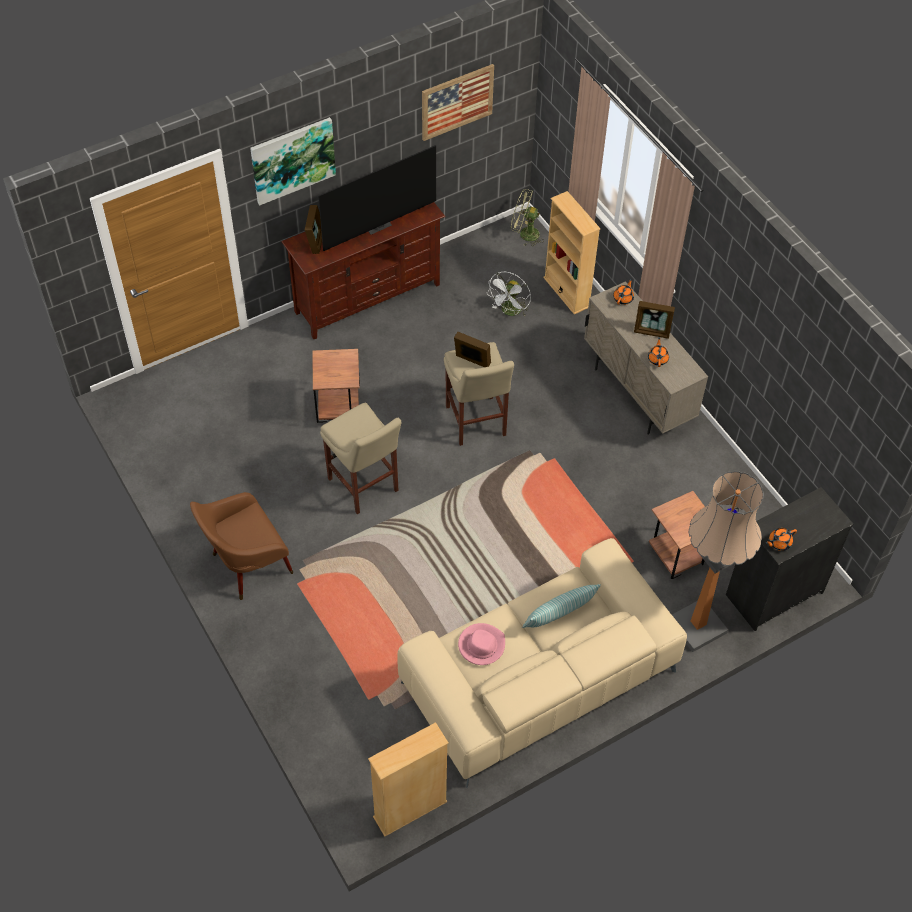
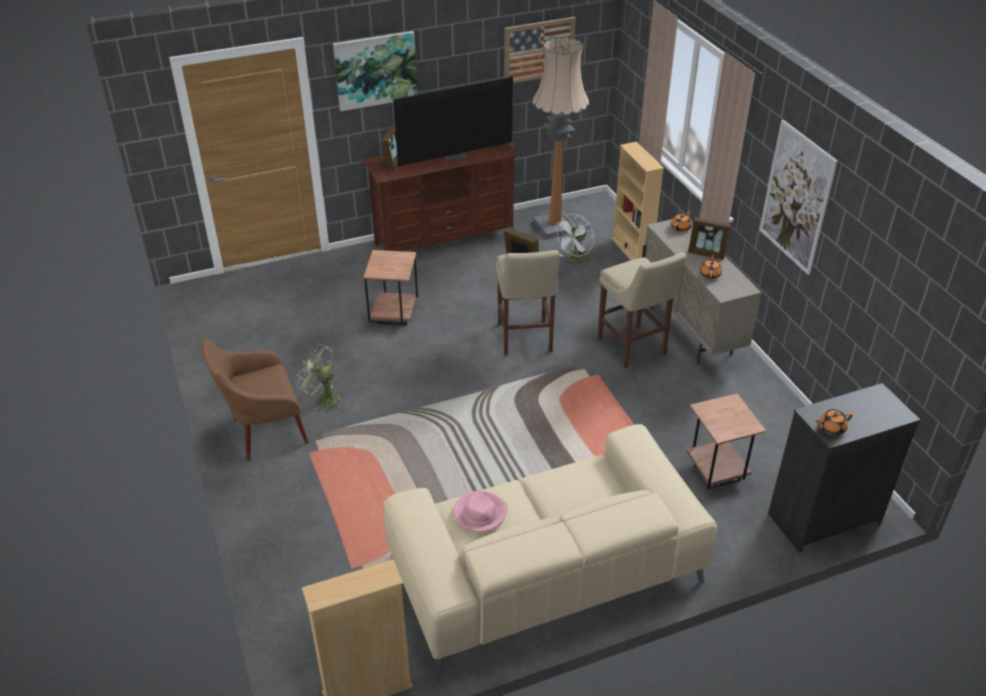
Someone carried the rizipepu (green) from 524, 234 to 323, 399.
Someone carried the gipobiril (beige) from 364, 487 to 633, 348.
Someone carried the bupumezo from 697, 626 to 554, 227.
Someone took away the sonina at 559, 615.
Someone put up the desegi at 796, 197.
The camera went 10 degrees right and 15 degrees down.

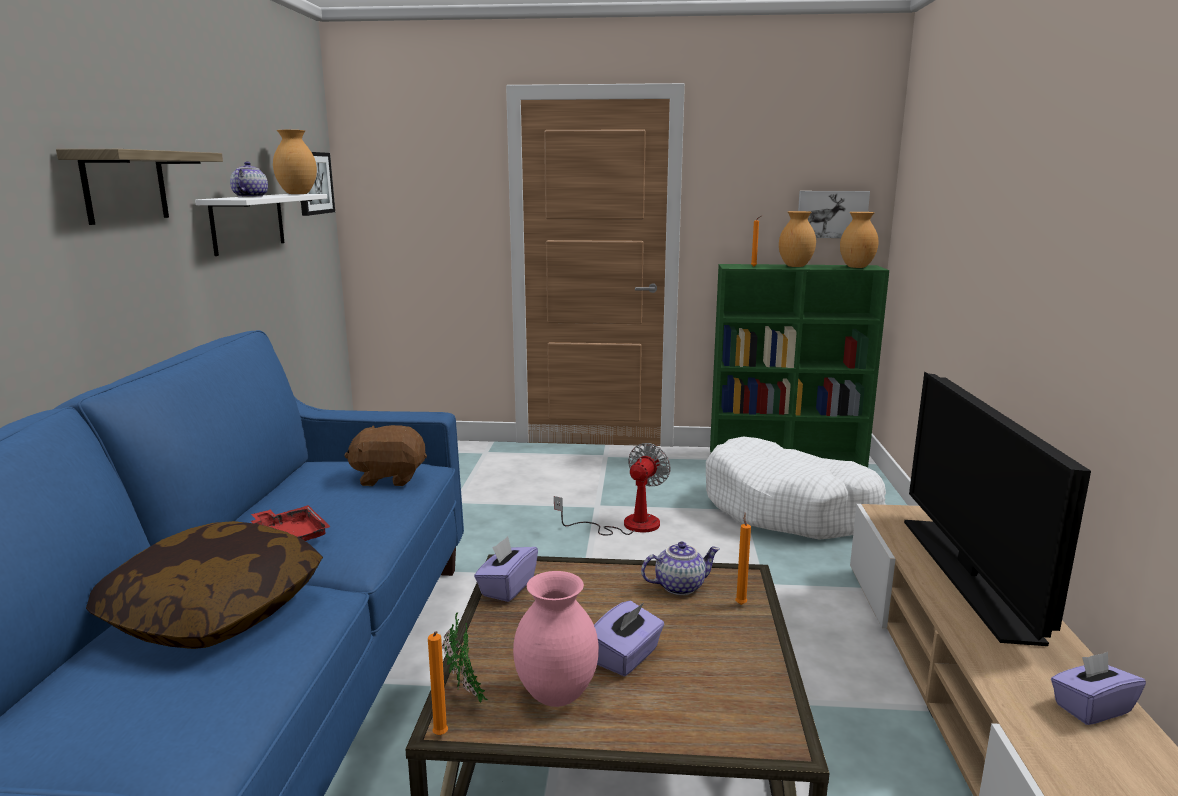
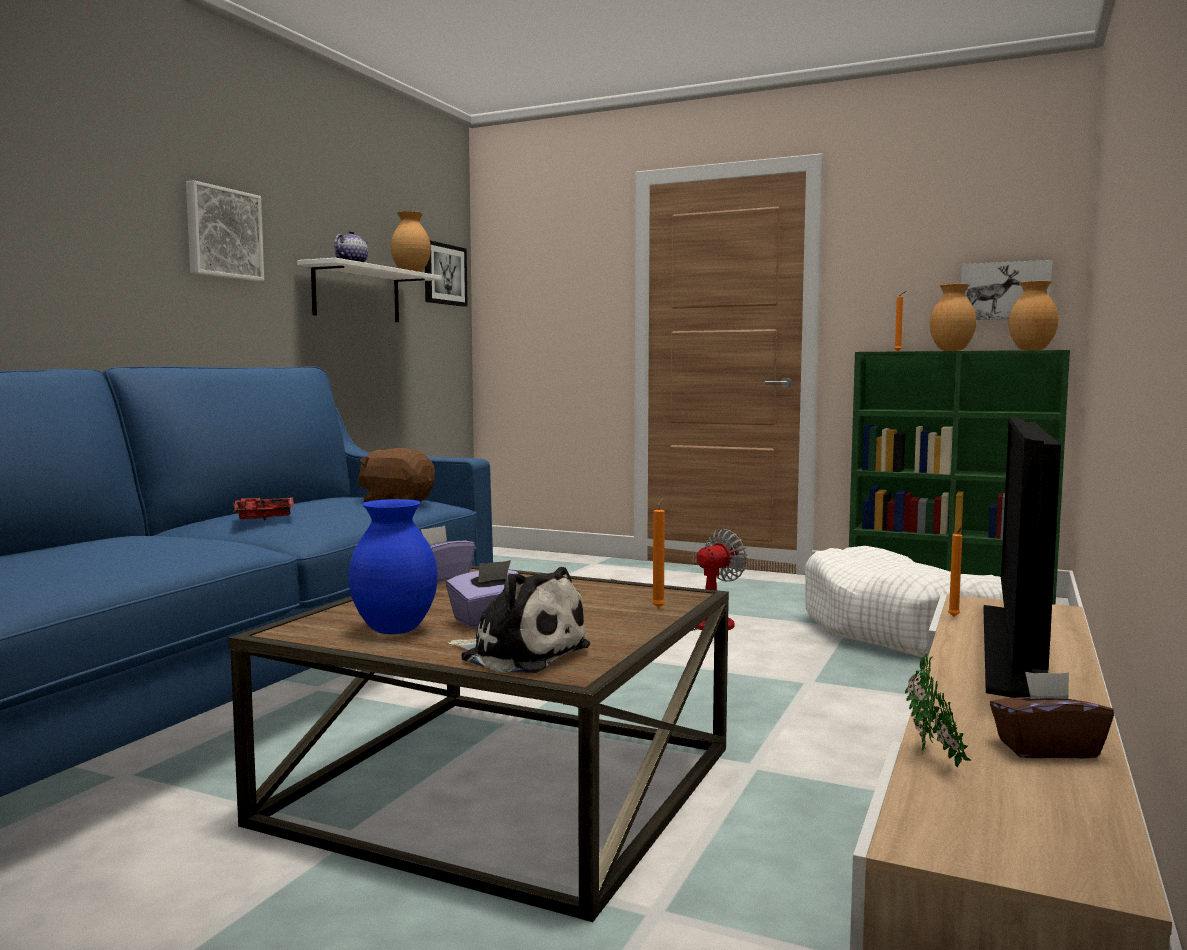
Someone swapped the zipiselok at 125, 186 for the desegi at 222, 233.
Someone took away the sonina at 215, 612.
Someone took away the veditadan at 679, 586.
Someone repainted the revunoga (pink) at 556, 696, which became the revunoga (blue) at 393, 630.
Someone carried the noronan from 466, 694 to 934, 759.
Someone carried the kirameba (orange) from 440, 737 to 954, 617.
Someone repainted the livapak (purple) at 1091, 708, which became the livapak (brown) at 1047, 749.
Someone put down the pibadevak at 520, 654.
The camera went 20 degrees right and 10 degrees down.

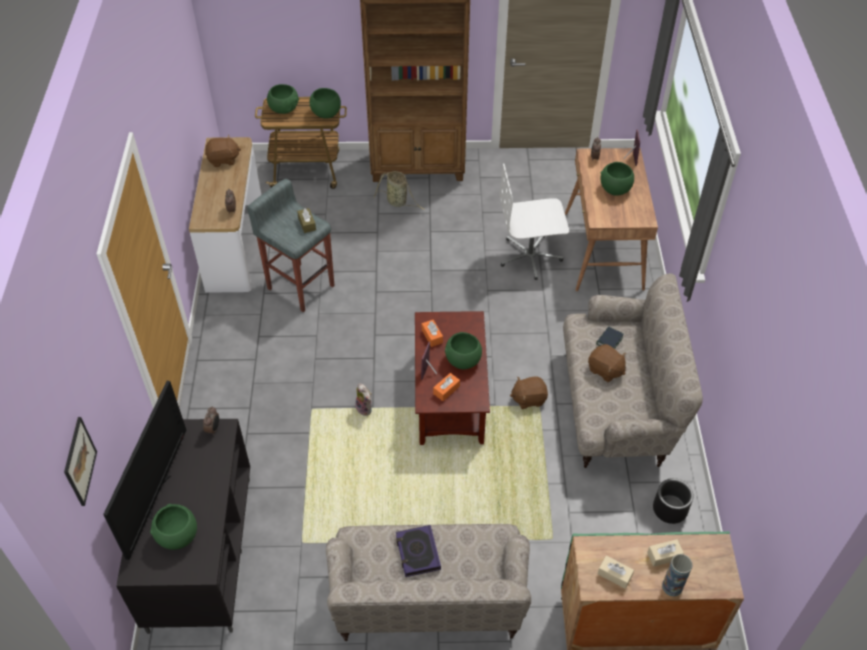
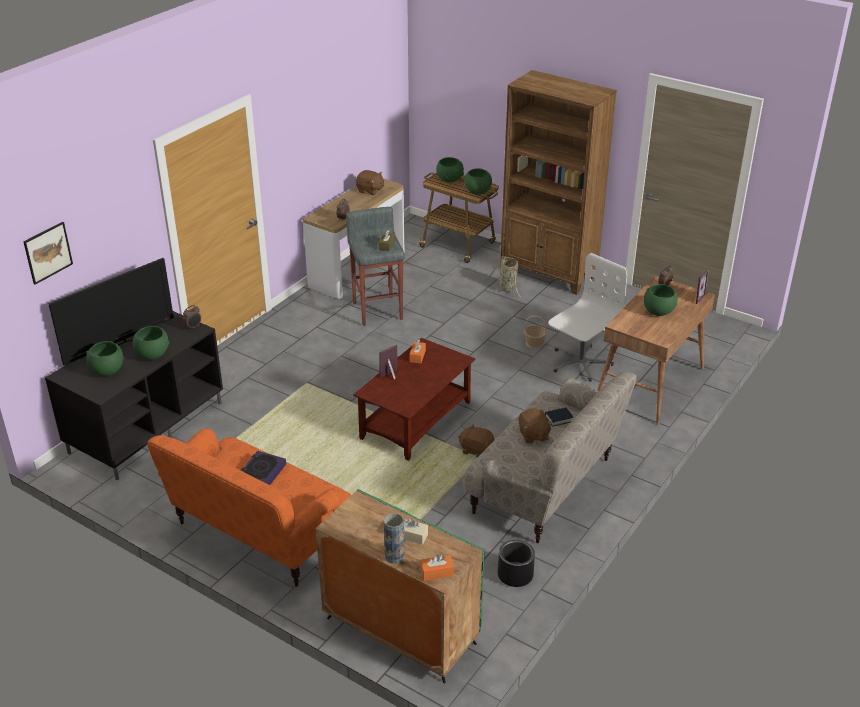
Someone rotated the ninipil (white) at 530, 256 by 105 degrees clockwise.
Someone carried the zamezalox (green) from 462, 360 to 152, 354.
Someone carried the livapak (orange) from 446, 390 to 436, 572.
Someone took away the pibadevak at 365, 408.
Someone repainted the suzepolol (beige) at 428, 604, which became the suzepolol (orange) at 260, 534.
Someone took away the livapak (beige) at 614, 575.
Someone put down the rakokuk at 534, 343.
The camera went 35 degrees right and 15 degrees down.

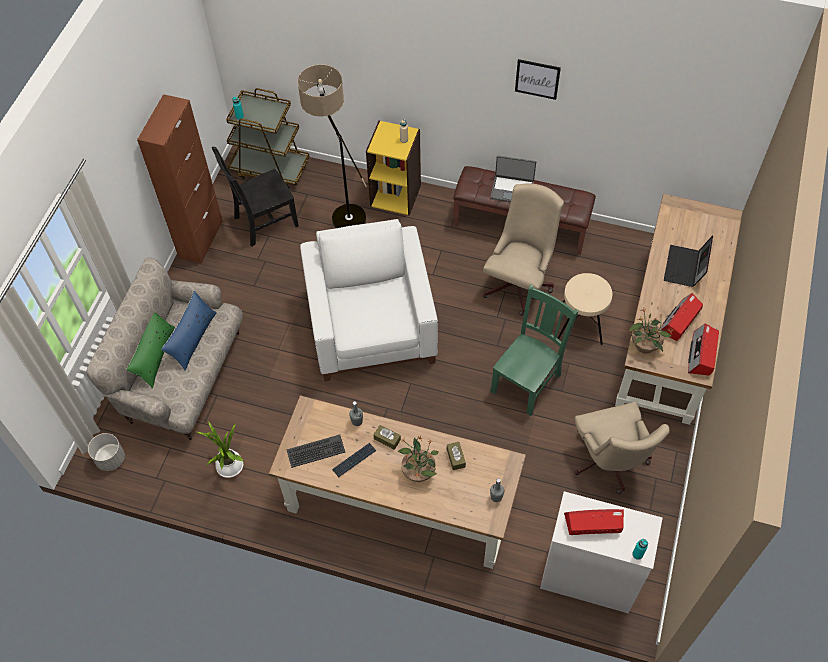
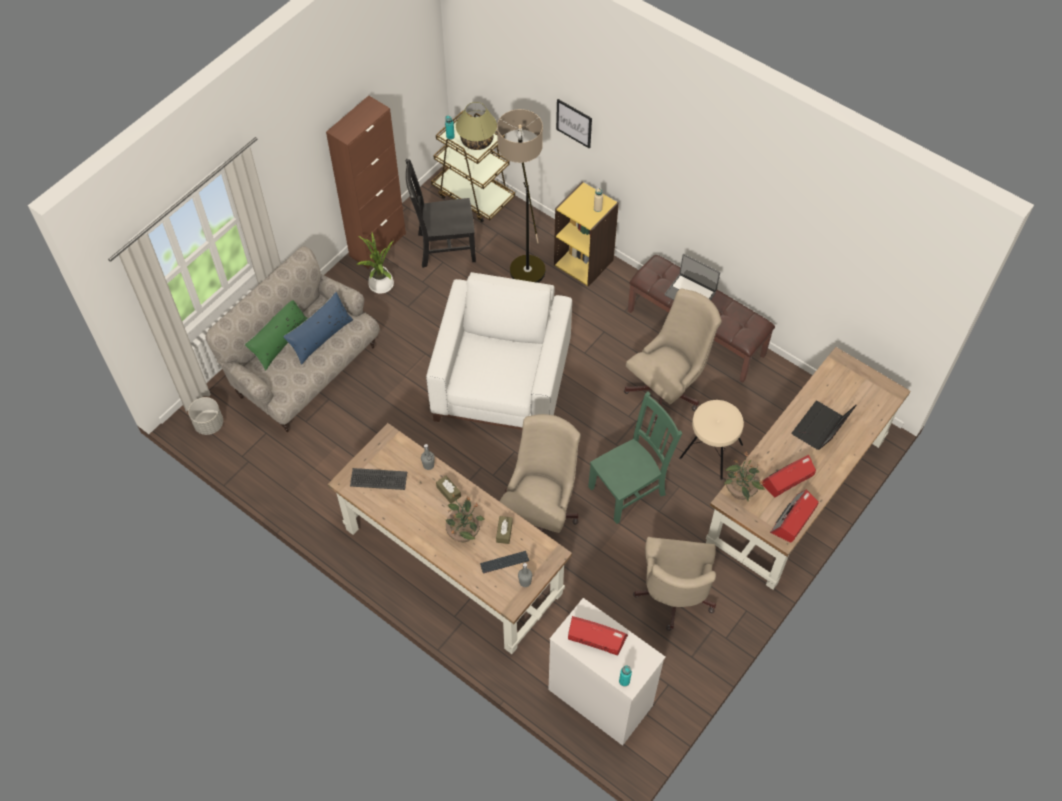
Someone carried the desegi from 537, 79 to 574, 123.
Someone carried the noronan from 230, 468 to 380, 286.
Someone carried the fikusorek from 354, 460 to 504, 562.
Someone put down the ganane at 477, 141.
Someone put down the ninipil (beige) at 540, 513.
The camera went 20 degrees right and 0 degrees up.

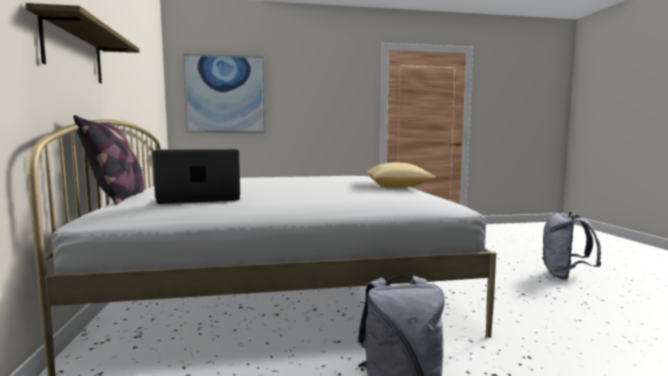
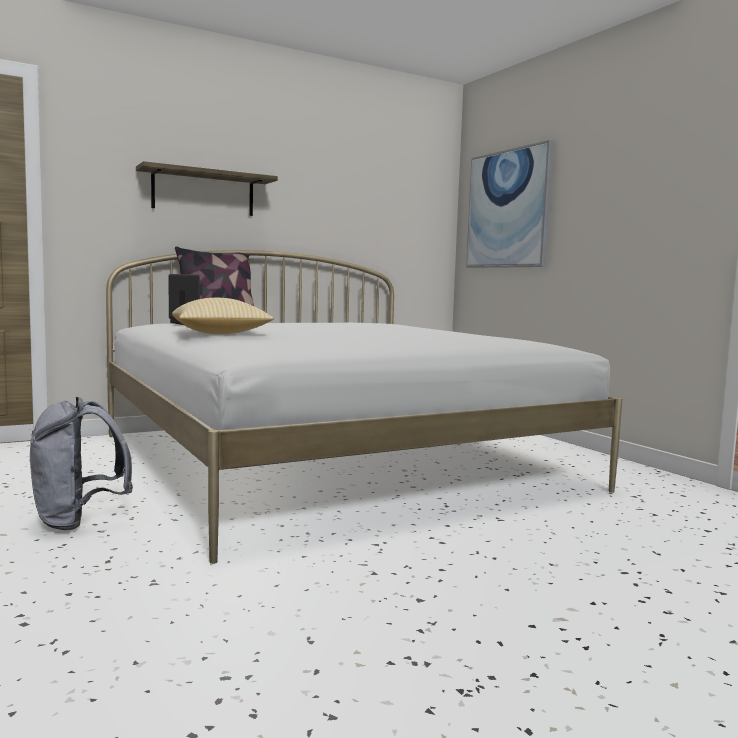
Someone carried the sonina from 398, 187 to 220, 334.
Someone took away the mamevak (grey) at 565, 276.
The camera went 70 degrees right and 0 degrees up.

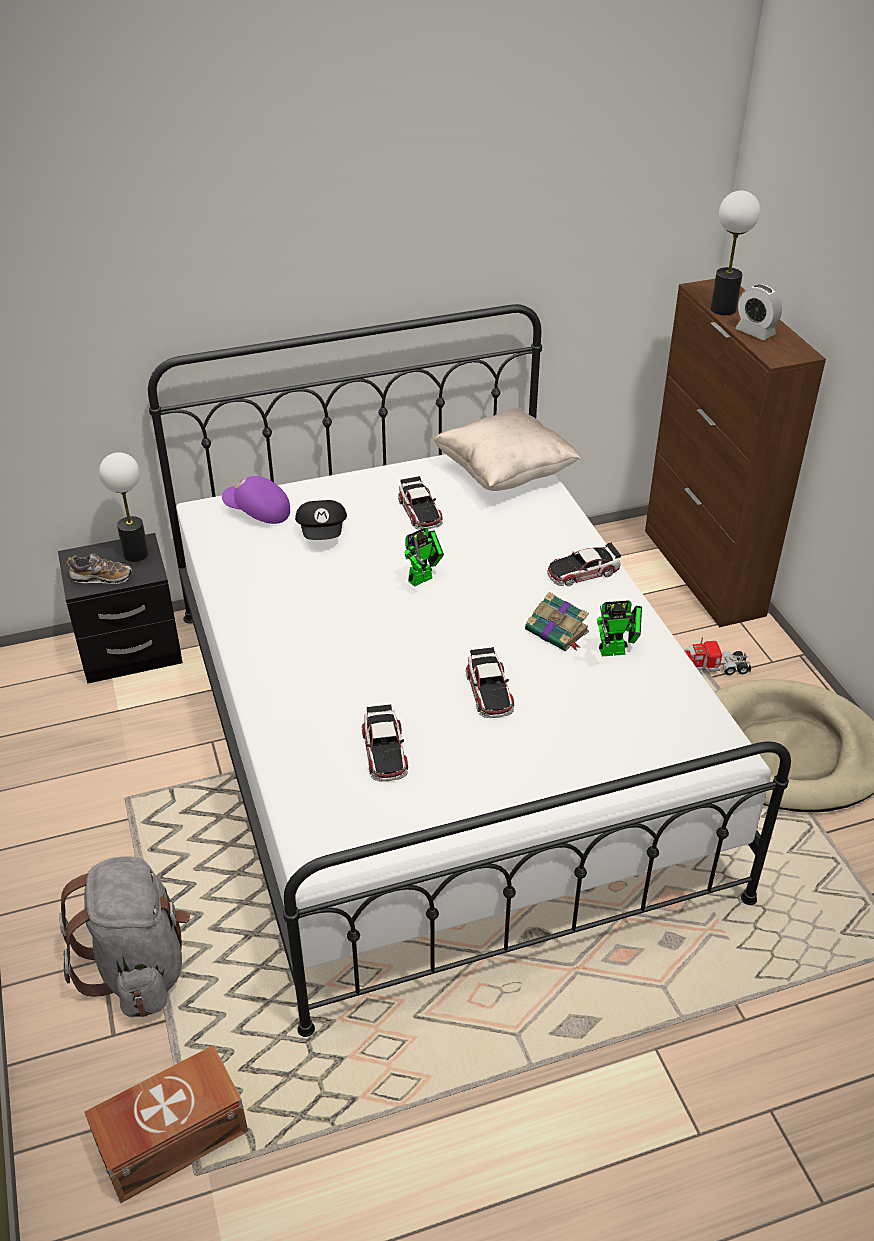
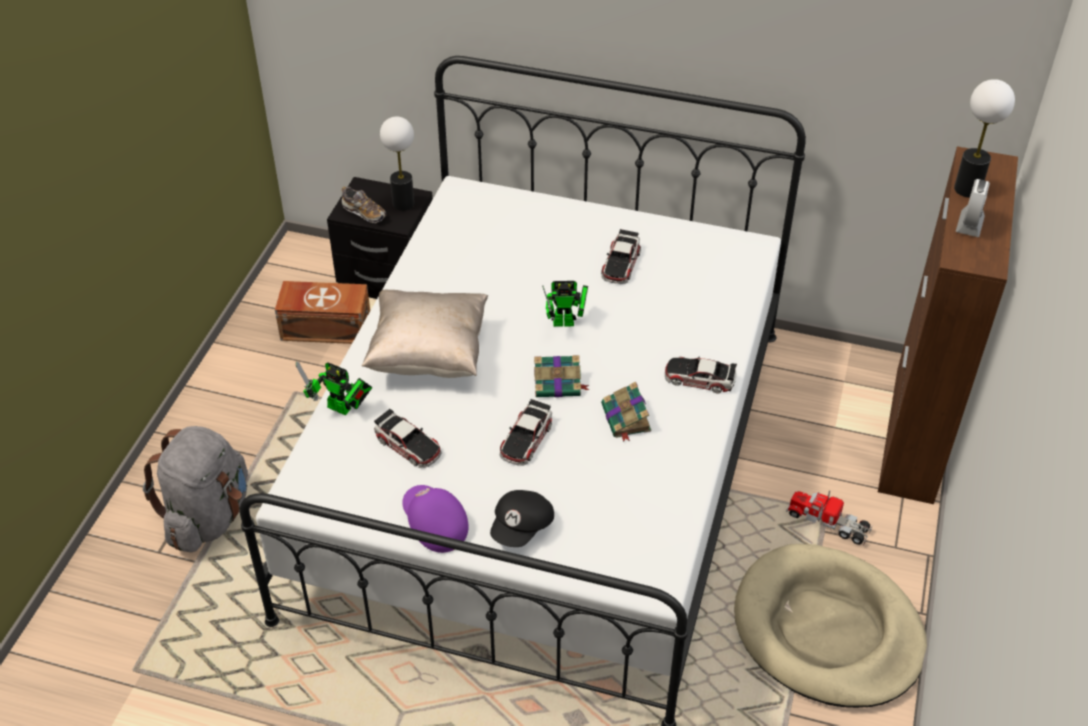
Someone rotated the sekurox at 755, 332 by 150 degrees counterclockwise.
Someone carried the sonina (beige) from 505, 474 to 428, 355.
Someone carried the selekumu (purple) from 258, 513 to 434, 526.
Someone carried the selekumu (black) from 323, 532 to 522, 527.
Someone carried the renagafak from 616, 651 to 342, 409.
Someone rotated the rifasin at 384, 750 by 75 degrees counterclockwise.
Someone carried the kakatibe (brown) from 170, 1138 to 325, 326.
Someone put down the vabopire at 558, 384.
The camera went 35 degrees right and 5 degrees up.

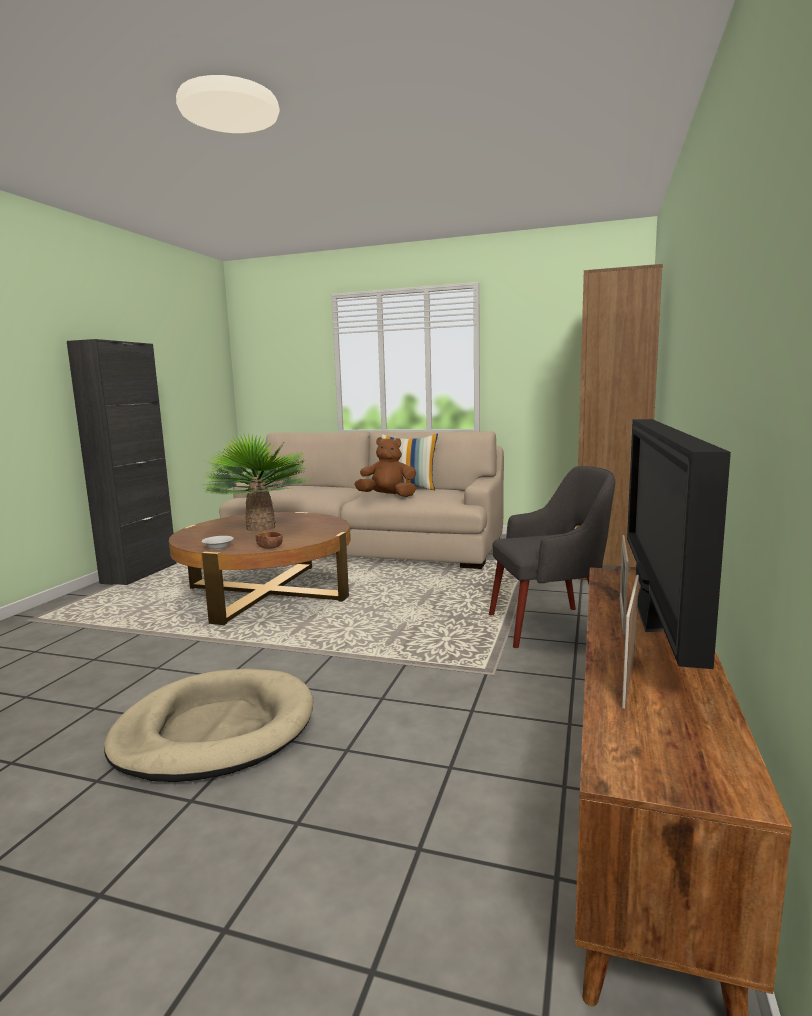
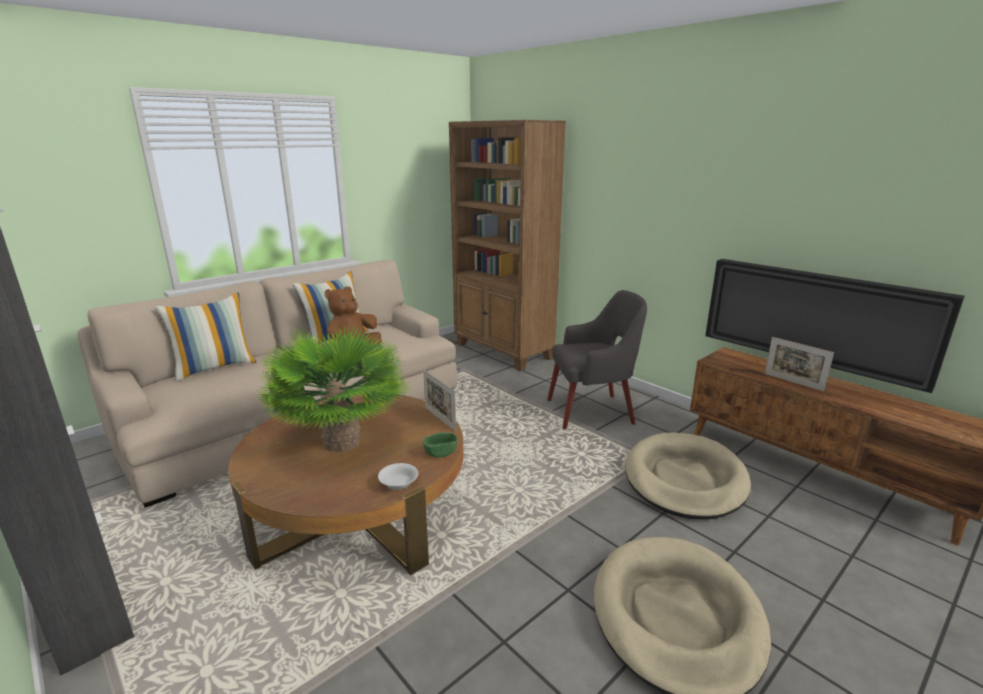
Someone rotated the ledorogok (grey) at 549, 626 by 60 degrees clockwise.
Someone repainted the zamezalox (brown) at 269, 547, which became the zamezalox (green) at 440, 452.
Someone carried the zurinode from 628, 678 to 440, 418.
Someone put down the sonina at 215, 367.
Someone put down the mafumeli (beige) at 684, 479.
The camera went 60 degrees left and 10 degrees up.

